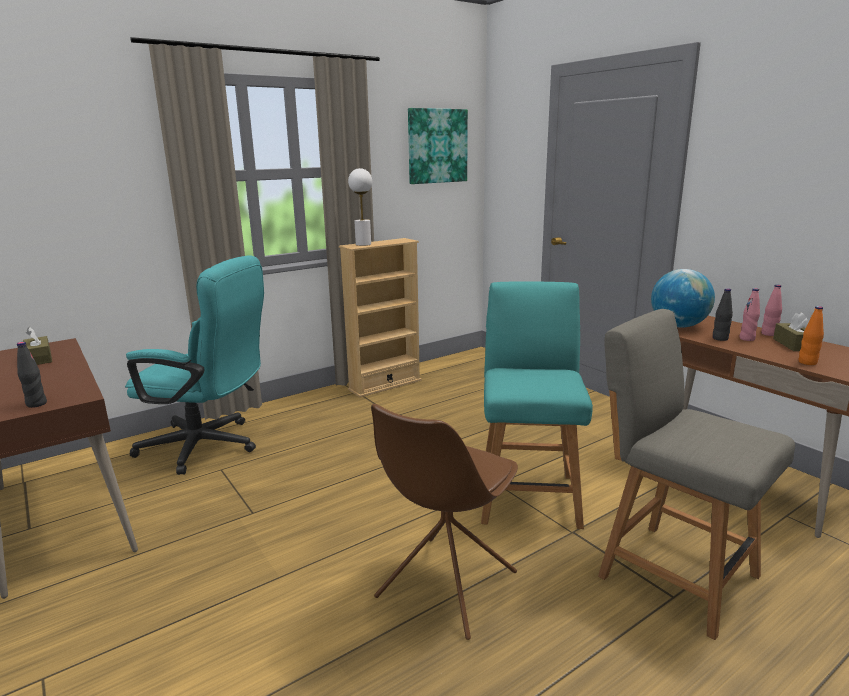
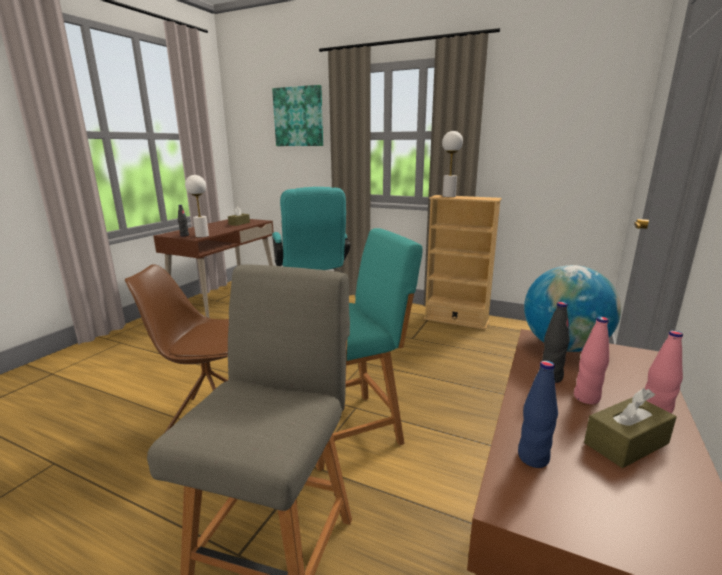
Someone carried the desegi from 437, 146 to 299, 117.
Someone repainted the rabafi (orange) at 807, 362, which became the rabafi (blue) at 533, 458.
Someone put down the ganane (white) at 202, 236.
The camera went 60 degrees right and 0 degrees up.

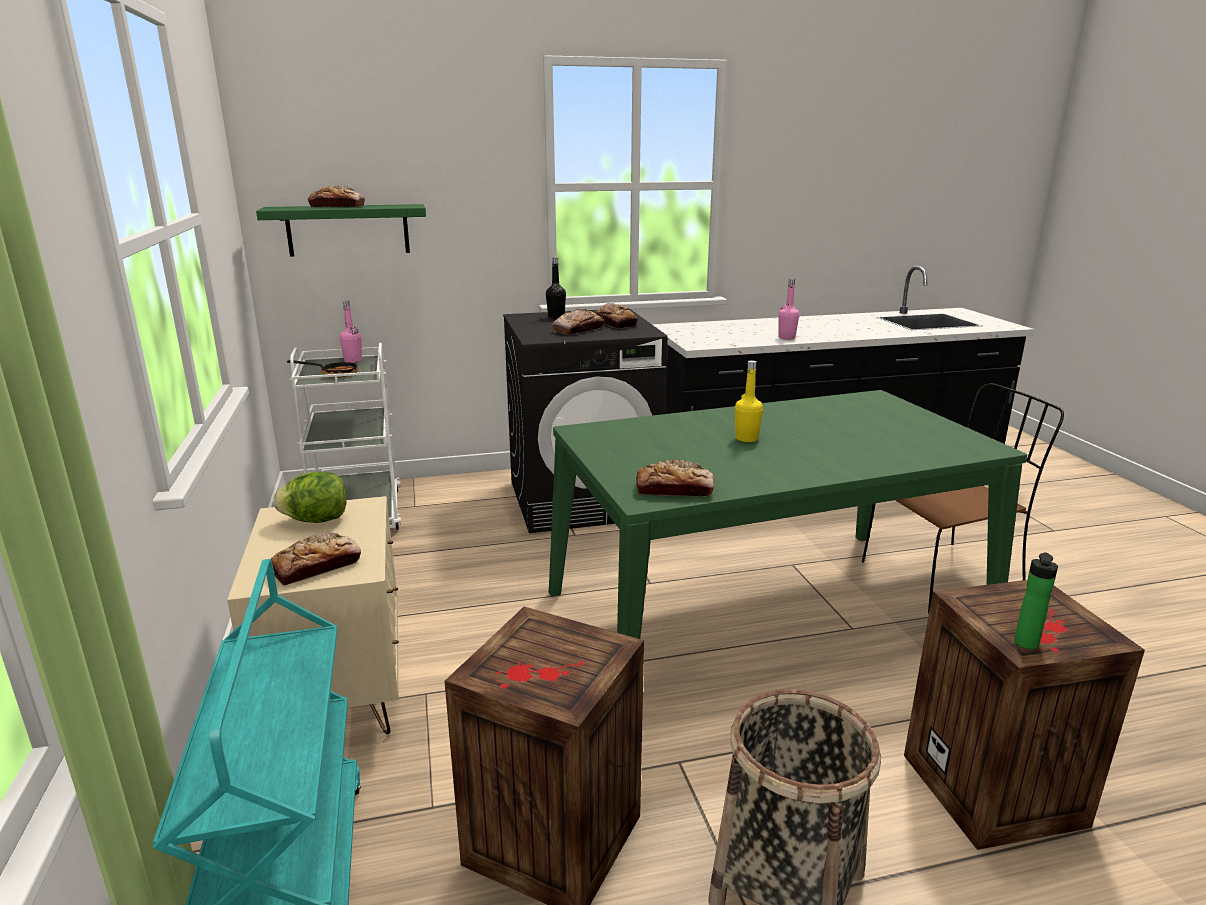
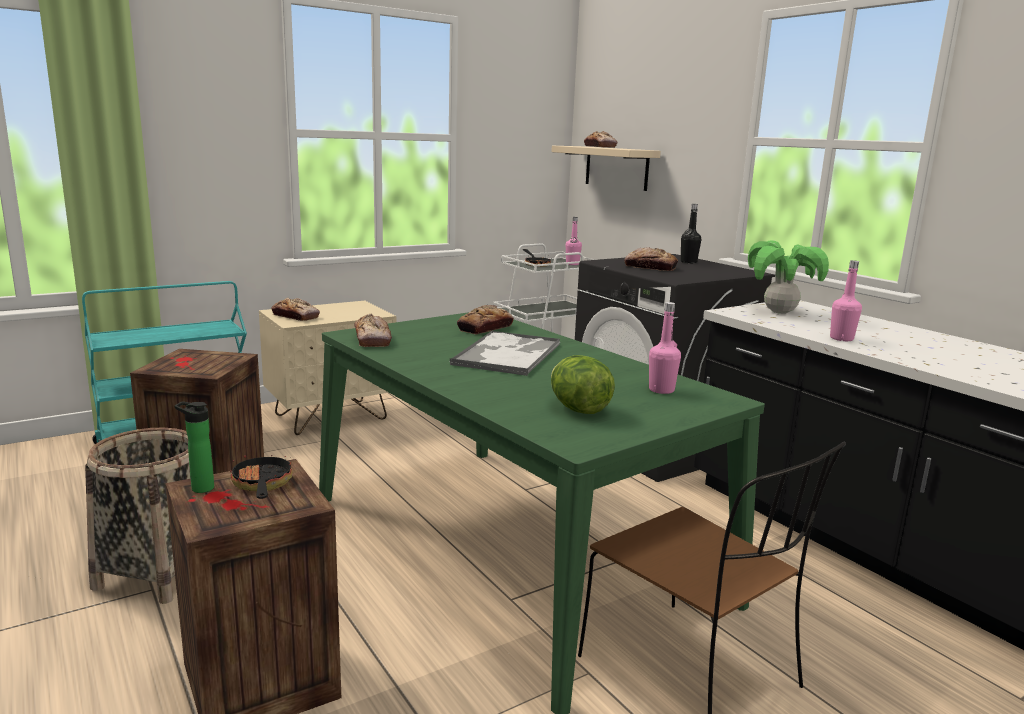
Someone repainted the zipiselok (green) at 348, 230, which became the zipiselok (beige) at 616, 167.
Someone carried the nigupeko from 615, 323 to 485, 328.
Someone swapped the rabafi (yellow) at 746, 438 for the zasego at 508, 354.
Someone carried the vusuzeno from 316, 520 to 578, 409.
Someone put down the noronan at 780, 312.
Someone put down the rabafi (pink) at 661, 390.
Someone put down the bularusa at 262, 485.
The camera went 70 degrees right and 5 degrees down.

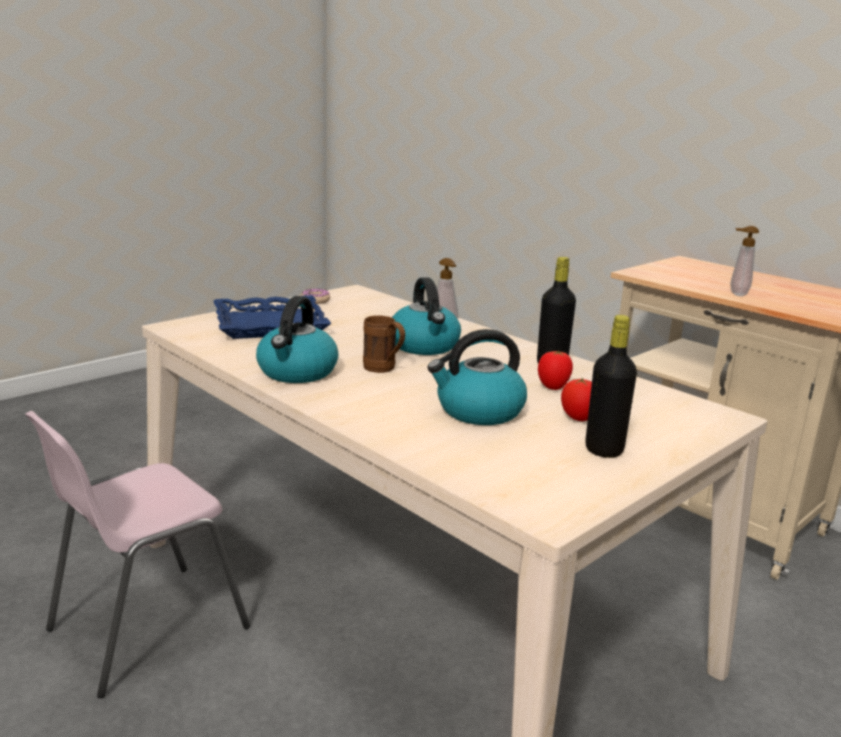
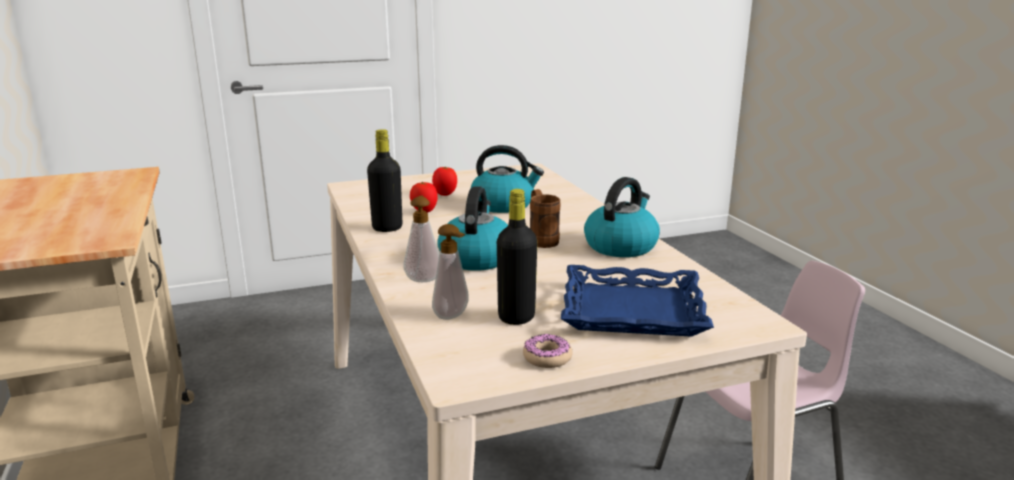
Someone carried the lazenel from 736, 294 to 453, 316.
Someone carried the rabafi (black) from 604, 449 to 516, 317.
The camera went 155 degrees left and 0 degrees up.

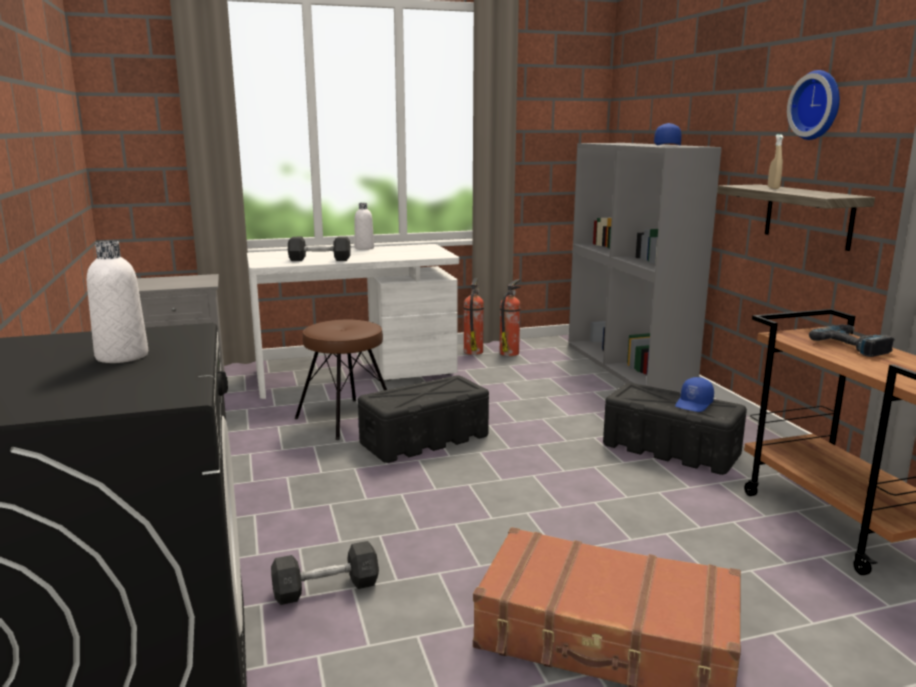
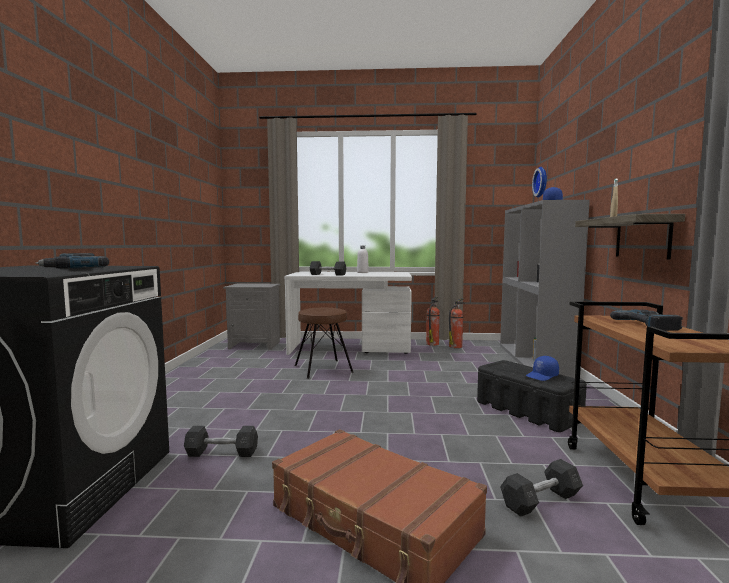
Someone carried the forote from 818, 105 to 542, 182.
Someone swapped the rabafi (white) at 122, 356 for the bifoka at 73, 268.
Someone took away the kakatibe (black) at 425, 439.
Someone put down the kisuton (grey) at 541, 500.
The camera went 20 degrees right and 10 degrees down.

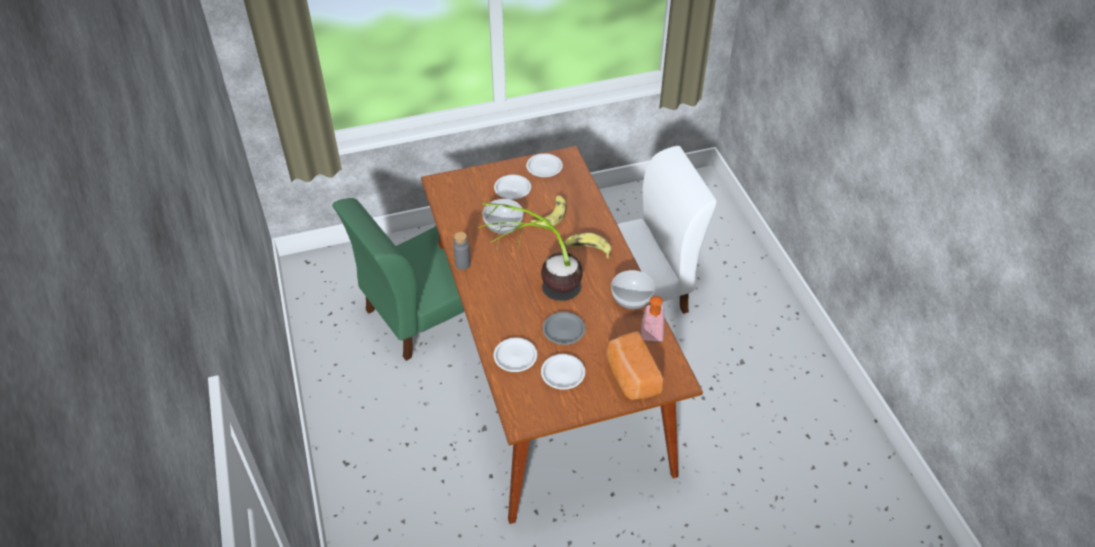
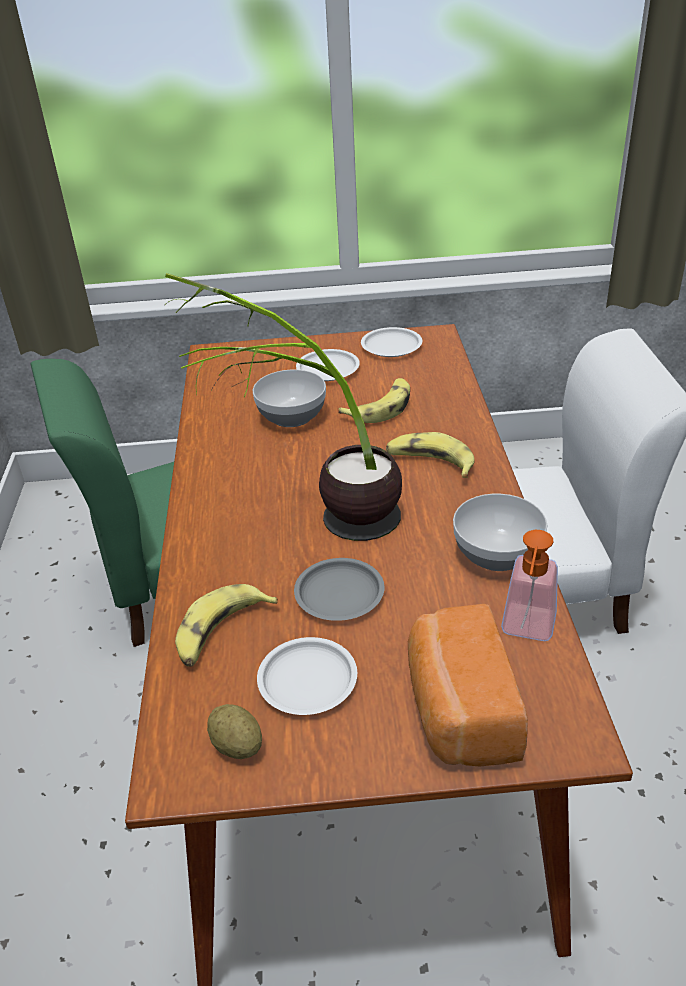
Someone took away the rabafi (grey) at 463, 264.
Someone swapped the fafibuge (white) at 515, 357 for the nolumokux at 221, 633.
Someone put down the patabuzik at 237, 745.
The camera went 15 degrees right and 10 degrees down.

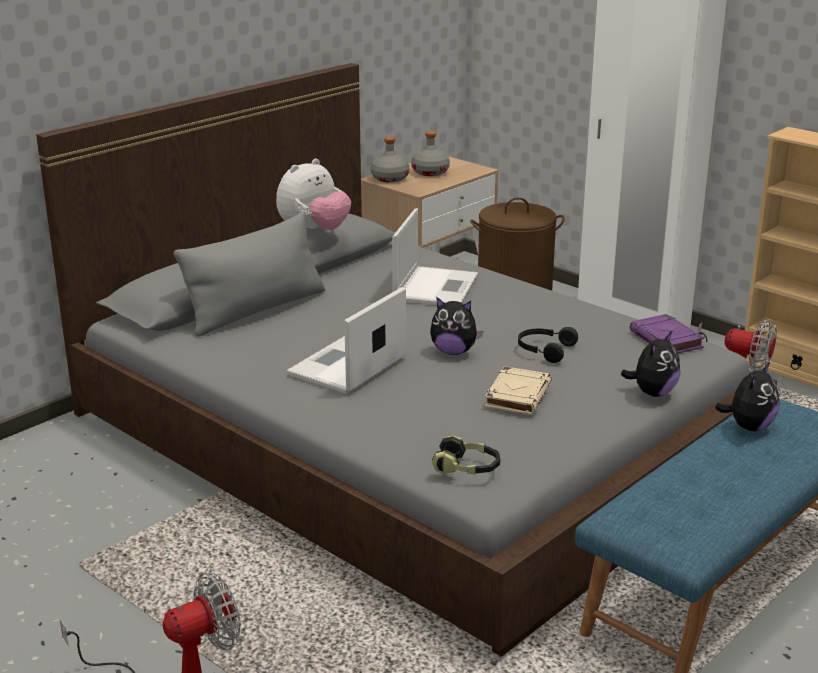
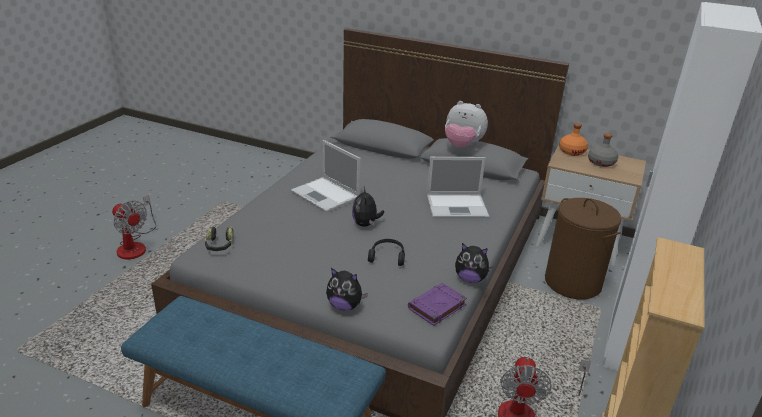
Someone repainted the rabafi (grey) at 389, 178, which became the rabafi (orange) at 571, 151.
Someone took away the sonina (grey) at 256, 310.
Someone rotated the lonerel at 346, 367 by 150 degrees counterclockwise.
Someone carried the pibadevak from 748, 427 to 470, 279.
Someone took away the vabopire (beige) at 517, 395.
The camera went 70 degrees right and 5 degrees up.

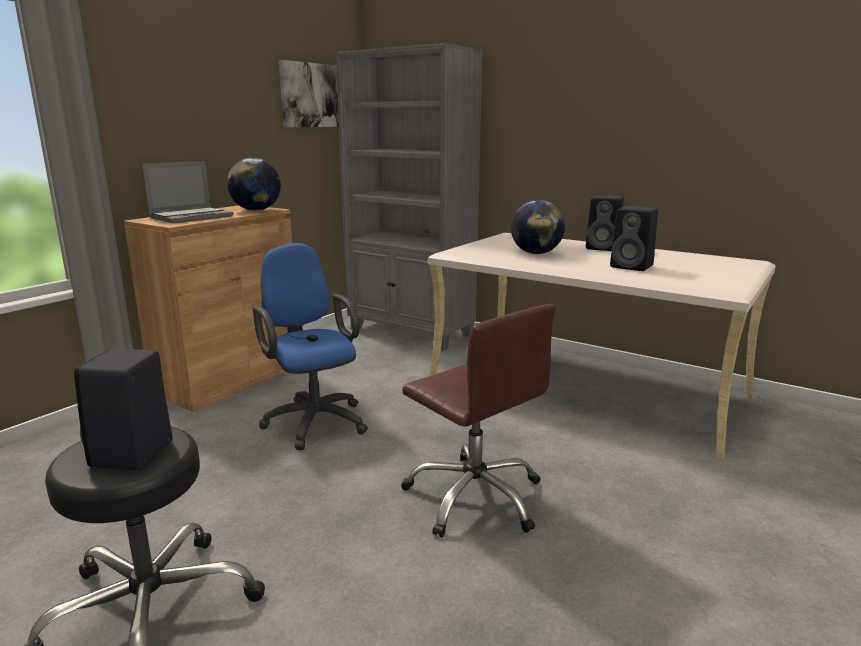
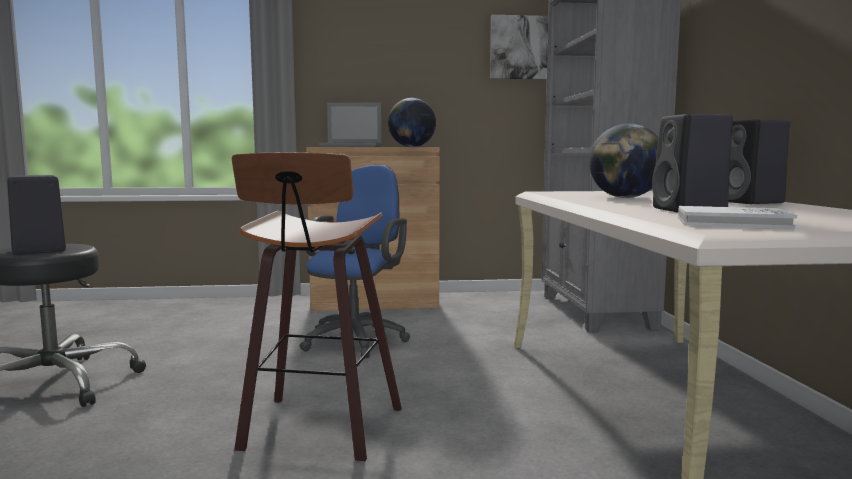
Someone swapped the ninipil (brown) at 475, 497 for the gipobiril at 319, 430.
Someone put down the vabopire (white) at 732, 223.
The camera went 50 degrees right and 10 degrees down.

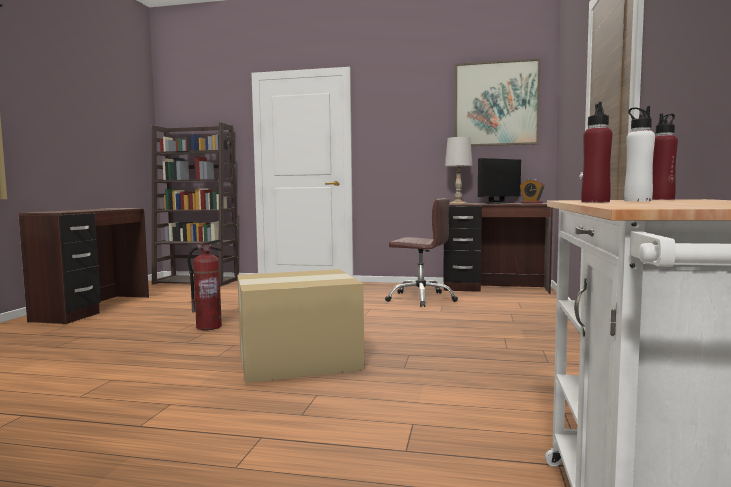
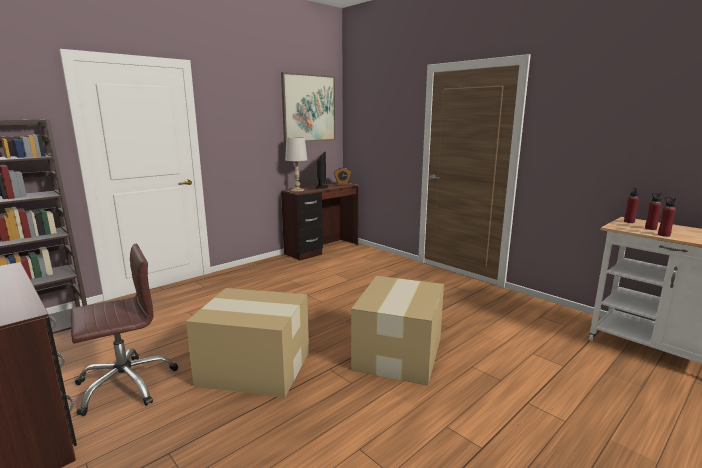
Someone repainted the rabafi (white) at 637, 200, which became the rabafi (red) at 650, 228.
Someone carried the ninipil (brown) from 421, 299 to 126, 384.
Someone swapped the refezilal at 209, 327 for the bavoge at 254, 367.
The camera went 55 degrees left and 10 degrees up.

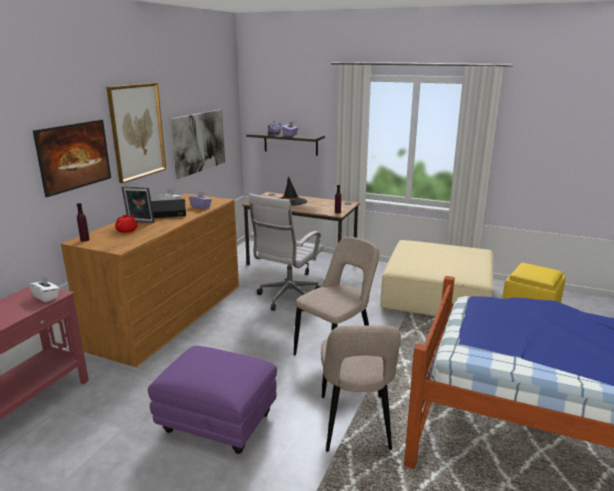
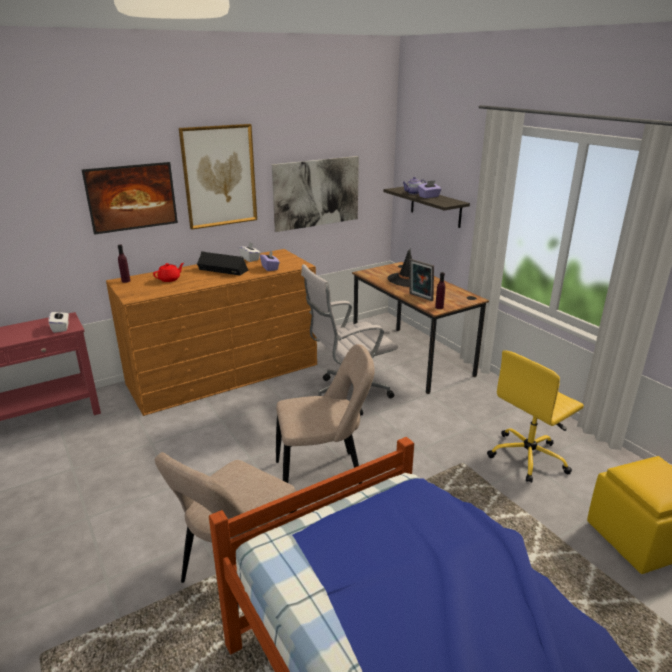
Someone carried the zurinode from 140, 222 to 420, 297.
Someone swapped the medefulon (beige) at 436, 296 for the ninipil (yellow) at 528, 457.
Someone took away the medefulon (purple) at 216, 422.
The camera went 35 degrees right and 5 degrees up.

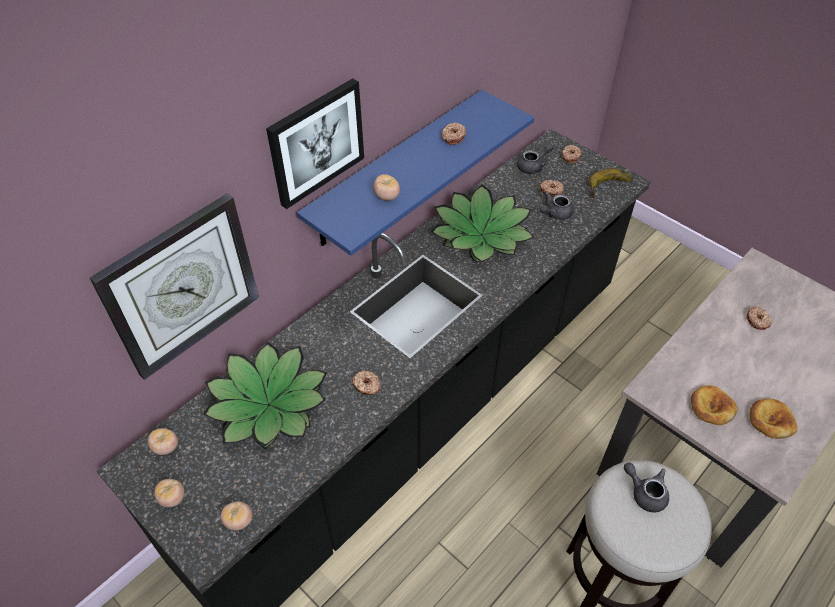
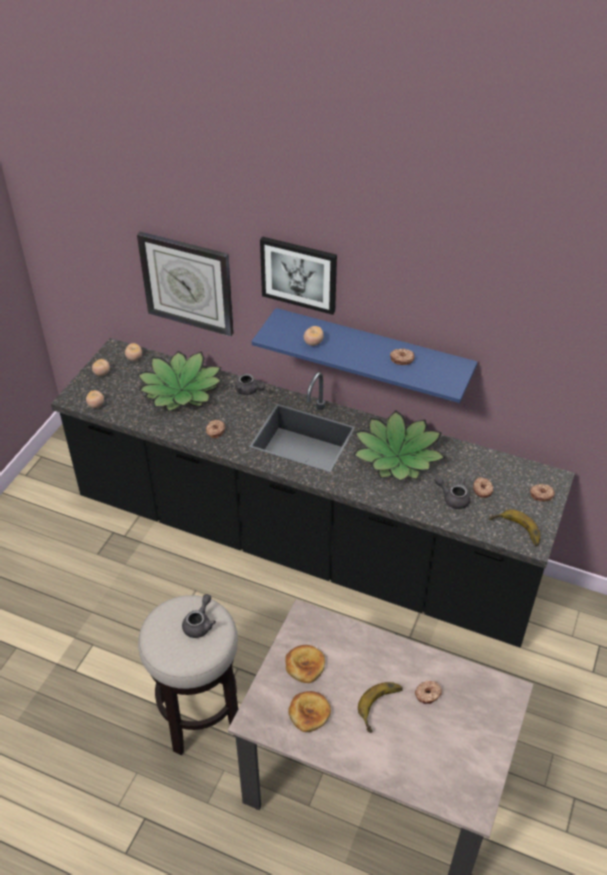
Someone carried the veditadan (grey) from 533, 166 to 249, 391.
Someone put down the nolumokux at 383, 708.
The camera went 70 degrees right and 5 degrees down.

